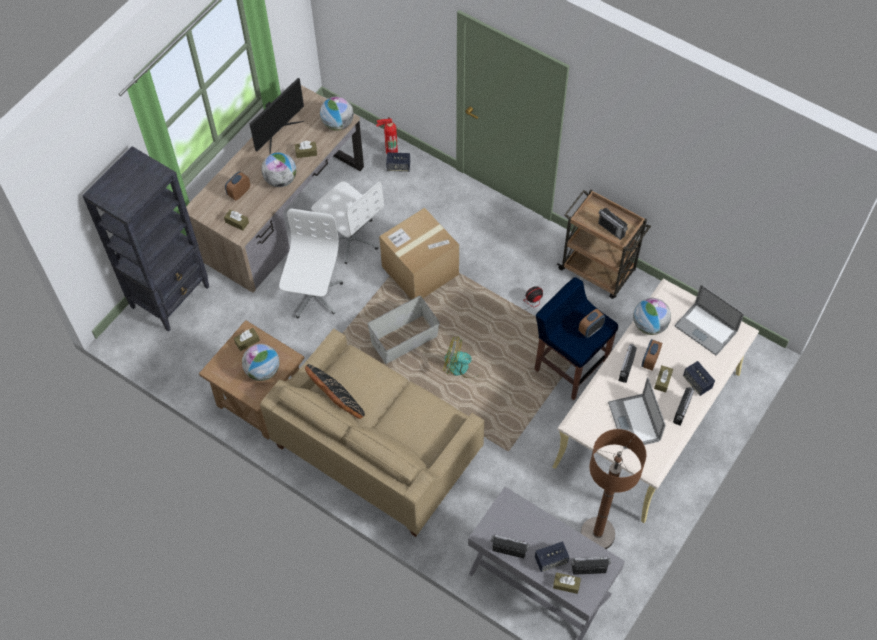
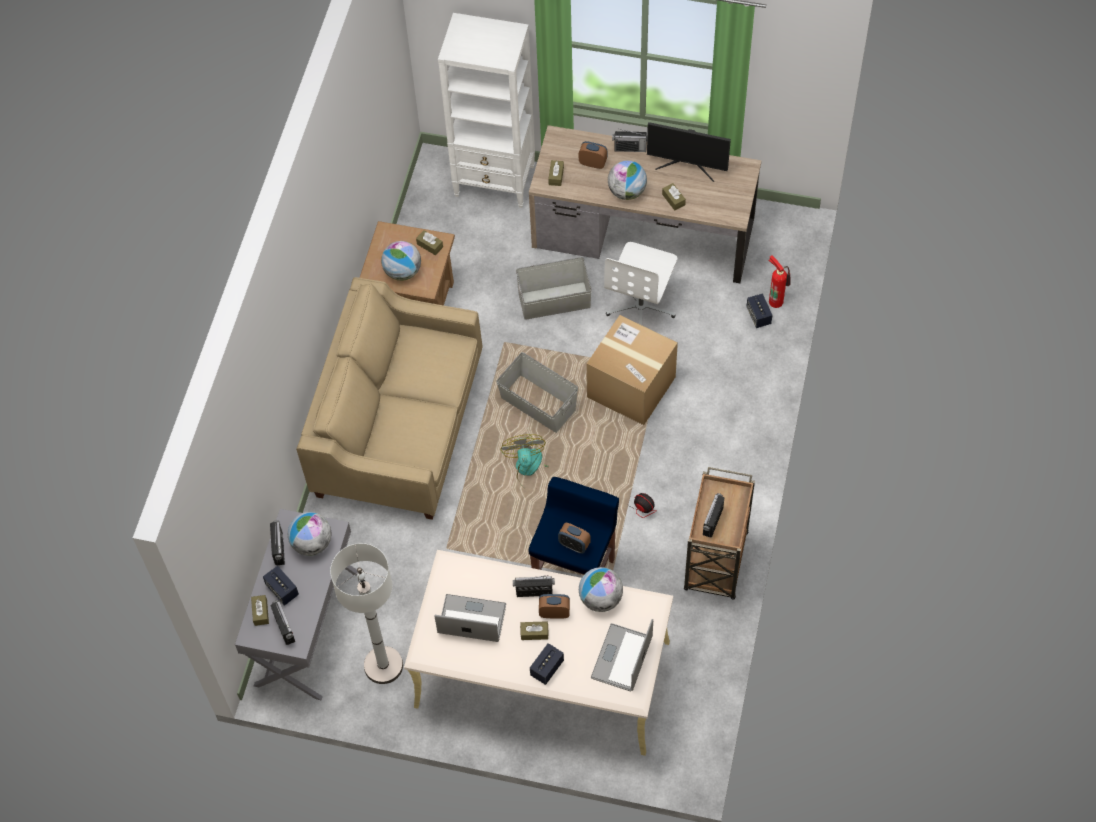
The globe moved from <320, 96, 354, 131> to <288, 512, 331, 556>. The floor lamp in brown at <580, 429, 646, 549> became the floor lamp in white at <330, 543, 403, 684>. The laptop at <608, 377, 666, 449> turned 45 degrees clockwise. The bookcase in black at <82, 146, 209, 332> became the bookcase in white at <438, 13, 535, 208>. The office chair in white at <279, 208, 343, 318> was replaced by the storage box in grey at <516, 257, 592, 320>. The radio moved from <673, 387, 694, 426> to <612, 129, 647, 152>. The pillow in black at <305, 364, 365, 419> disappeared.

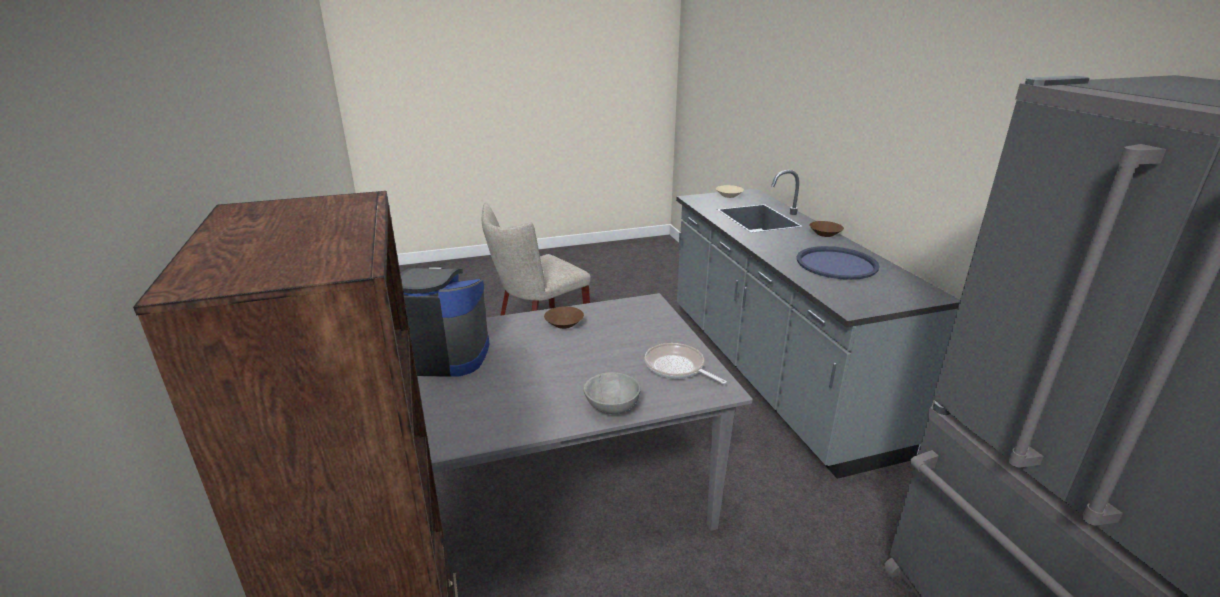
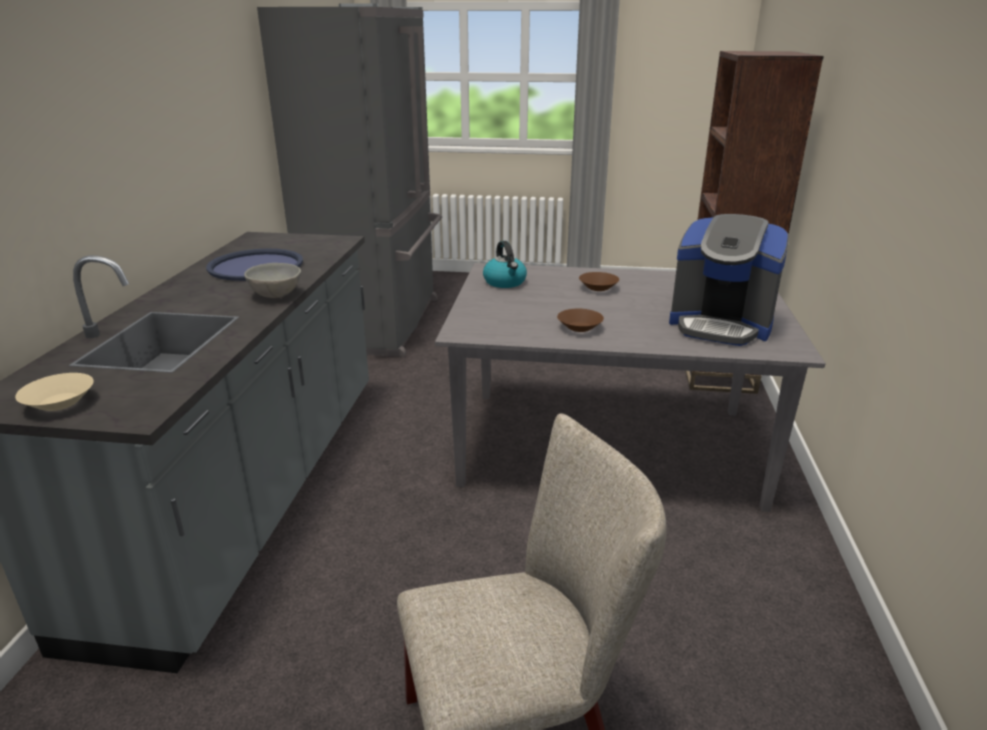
The bowl in grey moved from <584, 372, 641, 414> to <244, 263, 301, 298>. The frying pan at <645, 343, 727, 384> was replaced by the kettle at <483, 241, 527, 288>. The bowl in brown moved from <809, 221, 844, 237> to <579, 272, 619, 291>.

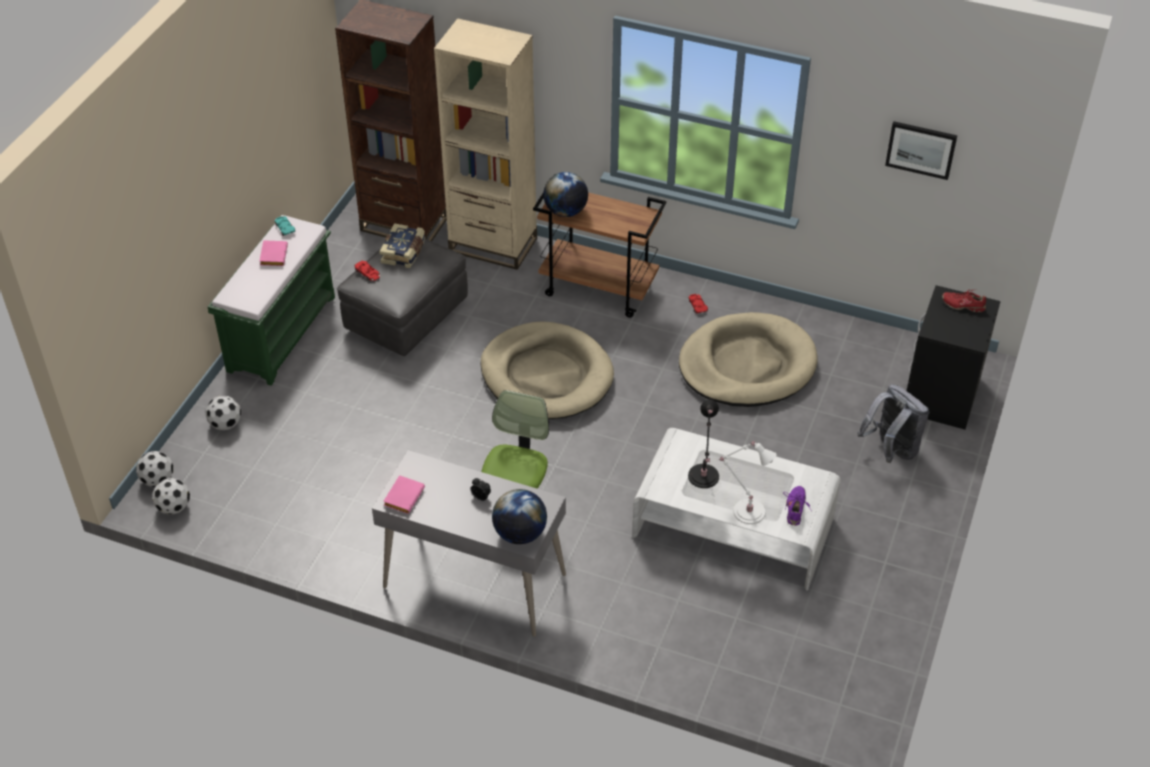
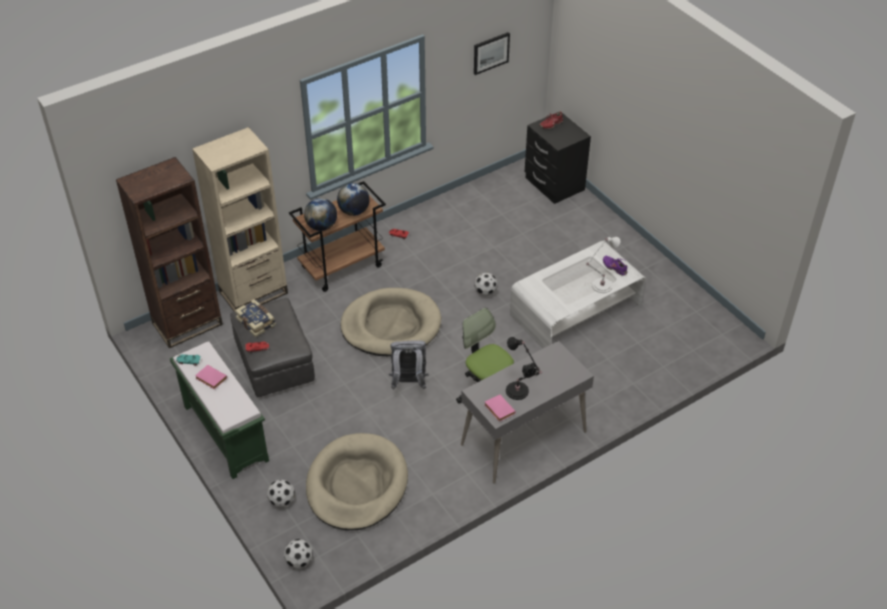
The dog bed in beige moved from <679, 312, 817, 407> to <306, 433, 408, 530>. The globe moved from <492, 489, 547, 544> to <337, 183, 370, 216>. The backpack in grey moved from <857, 384, 929, 463> to <388, 340, 429, 389>. The football moved from <152, 478, 190, 515> to <475, 273, 498, 296>. The table lamp in black moved from <688, 399, 719, 488> to <506, 337, 543, 400>.

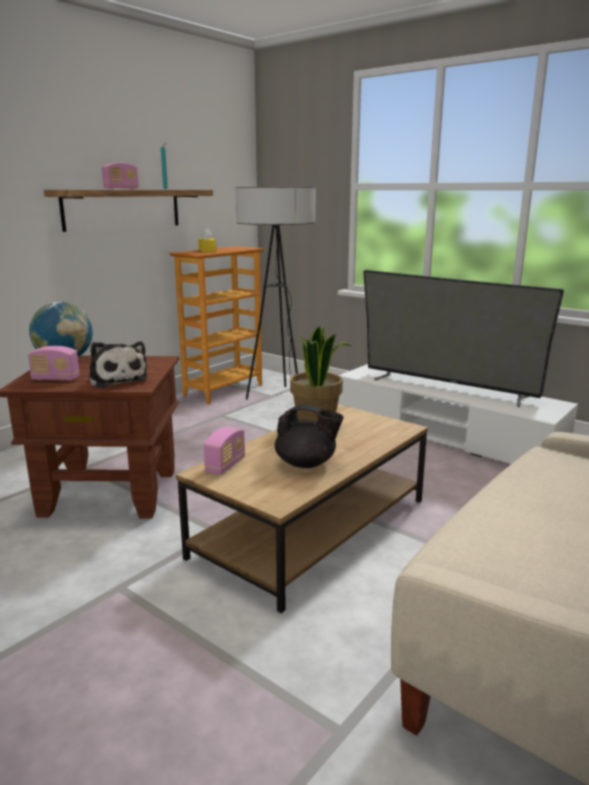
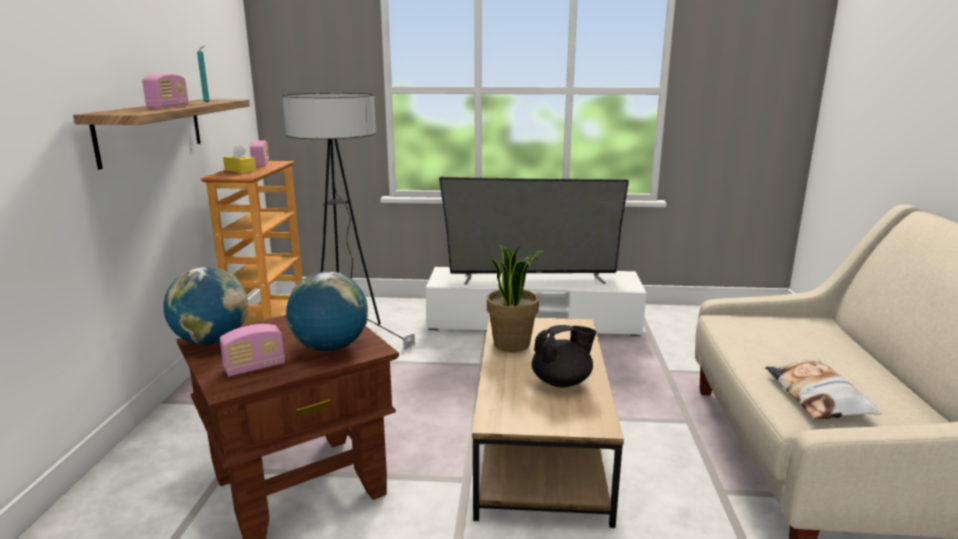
The radio moved from <204, 427, 245, 475> to <250, 140, 269, 167>. The plush toy at <89, 341, 148, 388> was replaced by the globe at <286, 271, 368, 351>. The pillow at <765, 360, 882, 420> appeared.

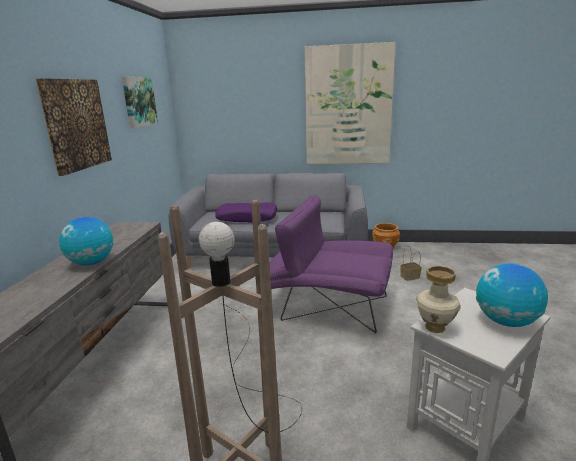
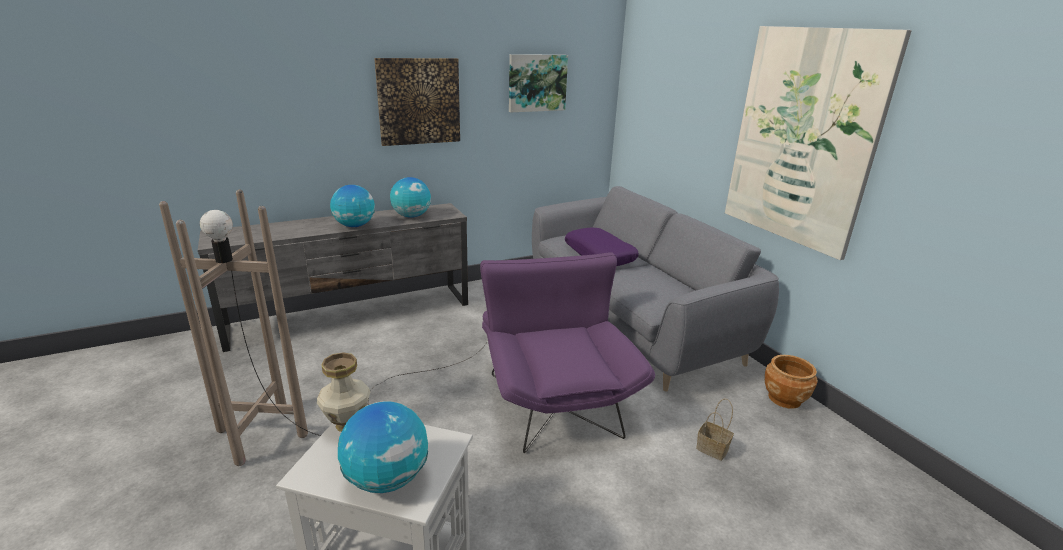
The globe at <390, 177, 431, 218> appeared.

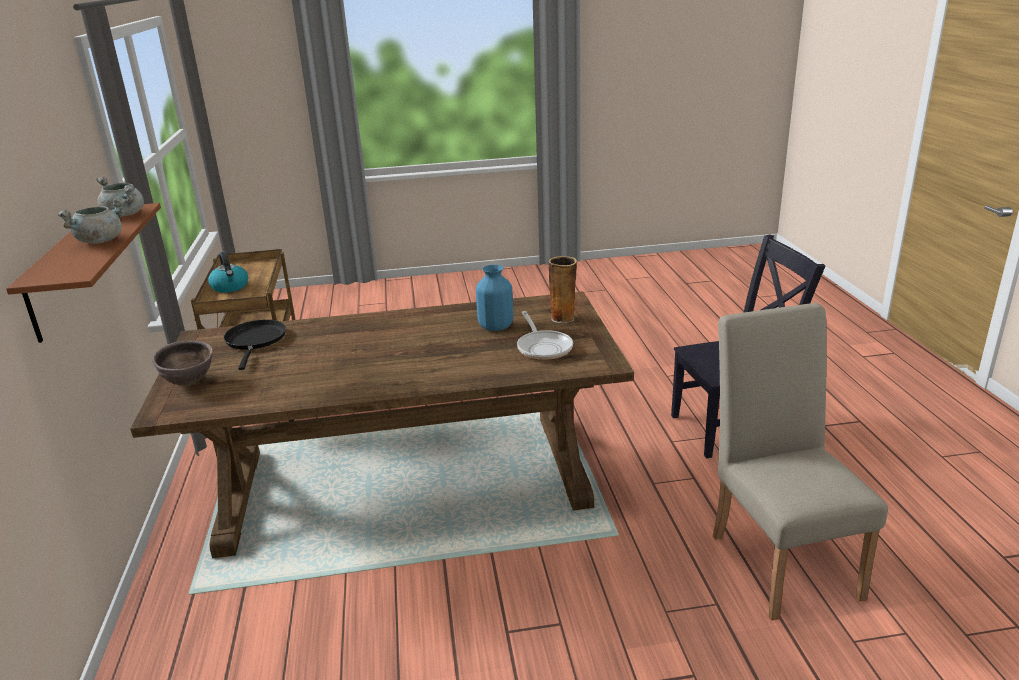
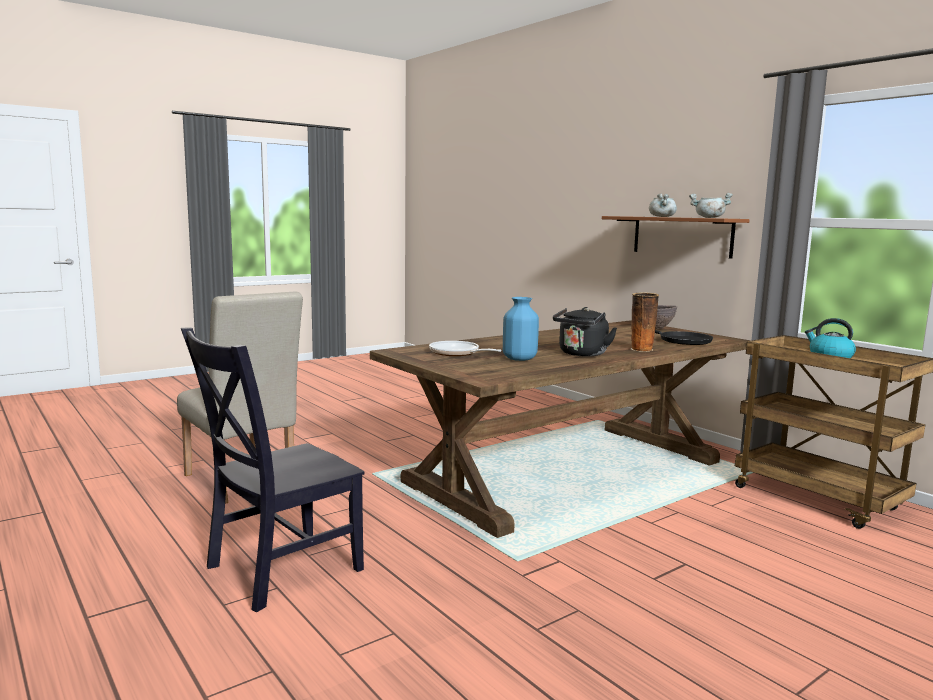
The kettle in black at <553, 307, 617, 357> appeared. The vase moved from <549, 256, 577, 323> to <631, 292, 659, 352>.

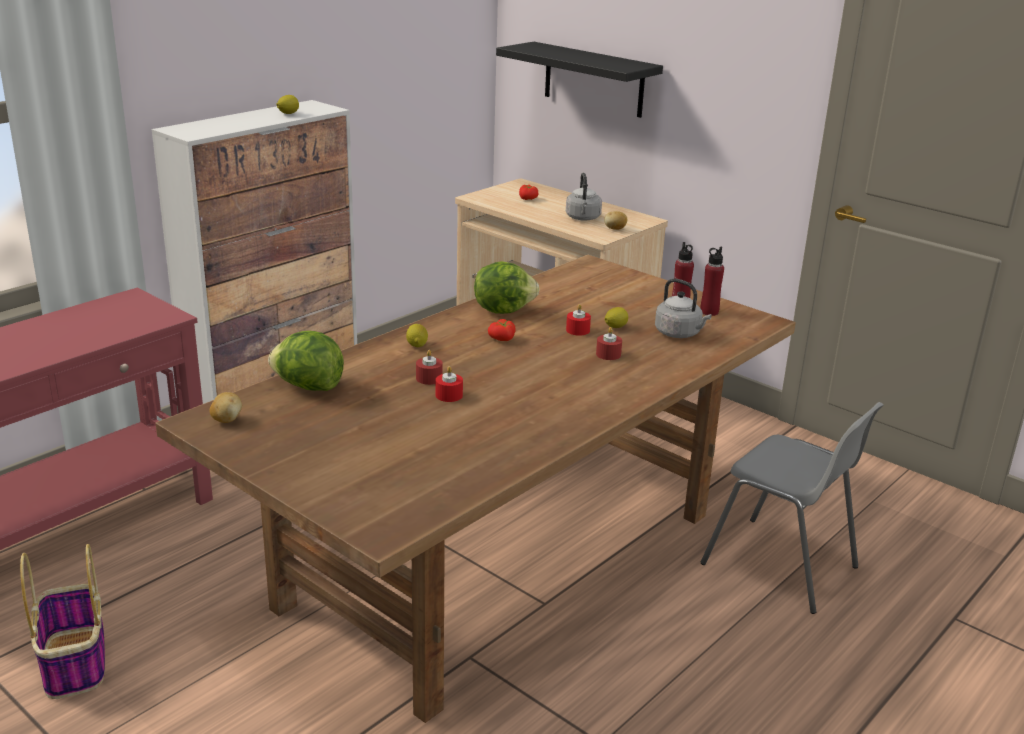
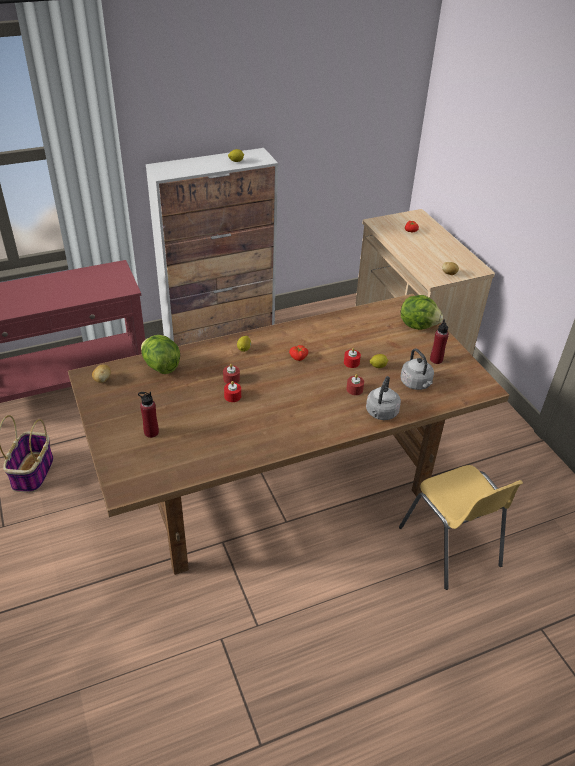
The bottle in red moved from <700, 247, 724, 316> to <138, 392, 159, 438>. The kettle in grey moved from <566, 173, 602, 221> to <366, 376, 401, 420>. The chair in grey at <701, 402, 884, 614> became the chair in yellow at <399, 465, 523, 590>. The lettuce moved from <474, 261, 540, 314> to <401, 295, 443, 330>. The shelf in black at <496, 42, 663, 118> disappeared.

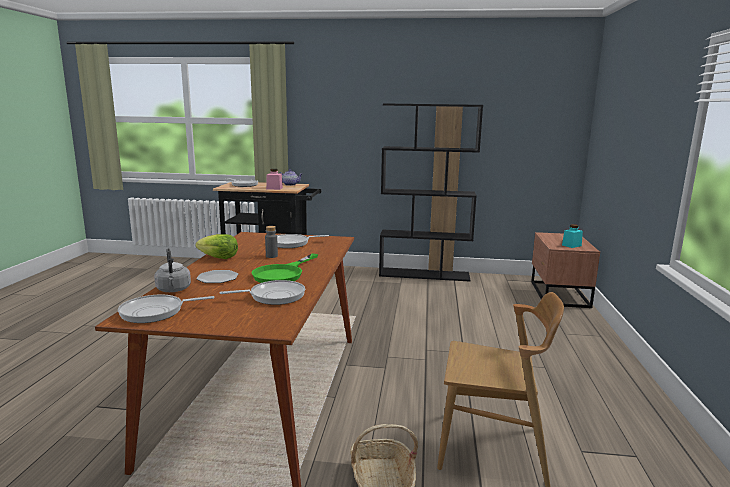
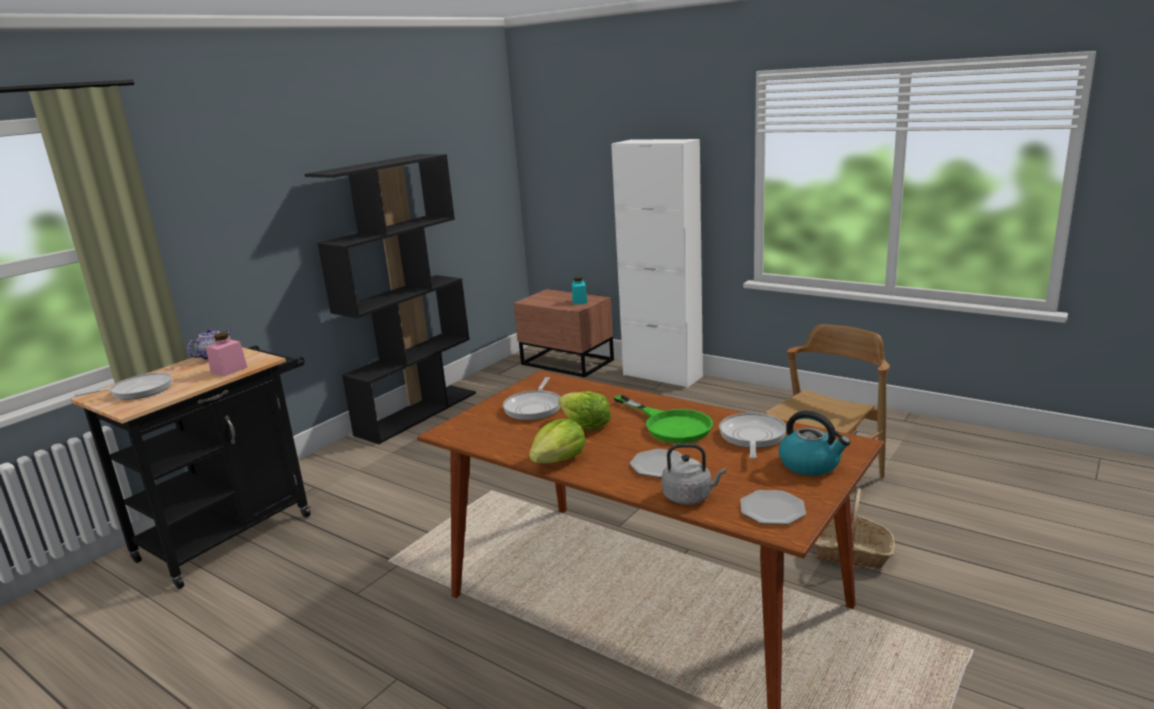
The bottle in grey at <265, 226, 278, 258> was replaced by the lettuce at <558, 391, 611, 430>. The cabinet in white at <611, 139, 703, 388> appeared. The frying pan at <118, 295, 215, 323> was replaced by the plate at <740, 490, 806, 525>. The kettle at <779, 411, 850, 476> appeared.

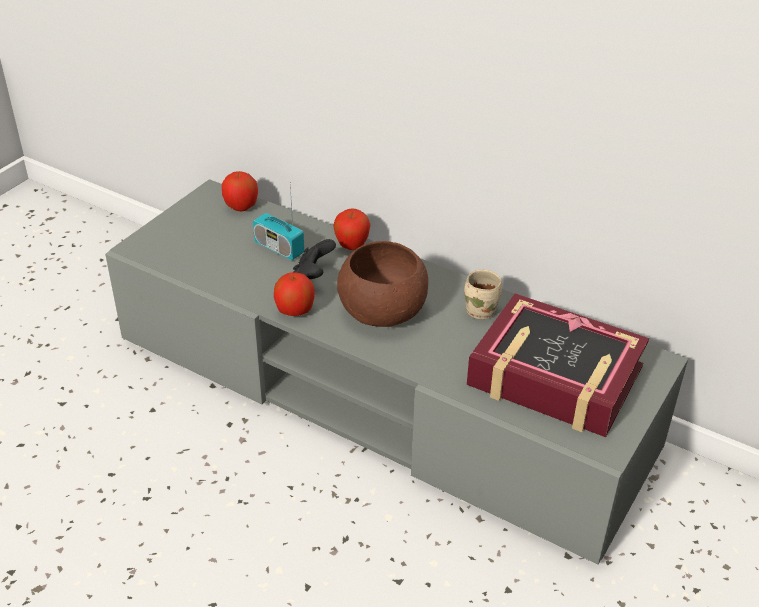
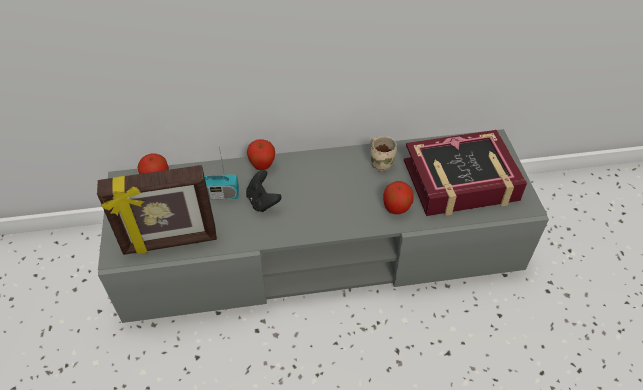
The picture frame at <97, 165, 217, 255> appeared. The apple moved from <274, 272, 315, 316> to <383, 181, 414, 214>. The bowl in brown at <337, 241, 428, 327> disappeared.

